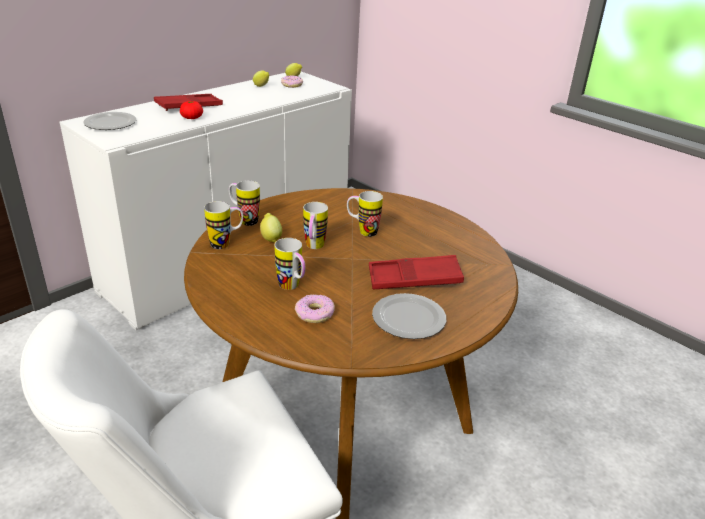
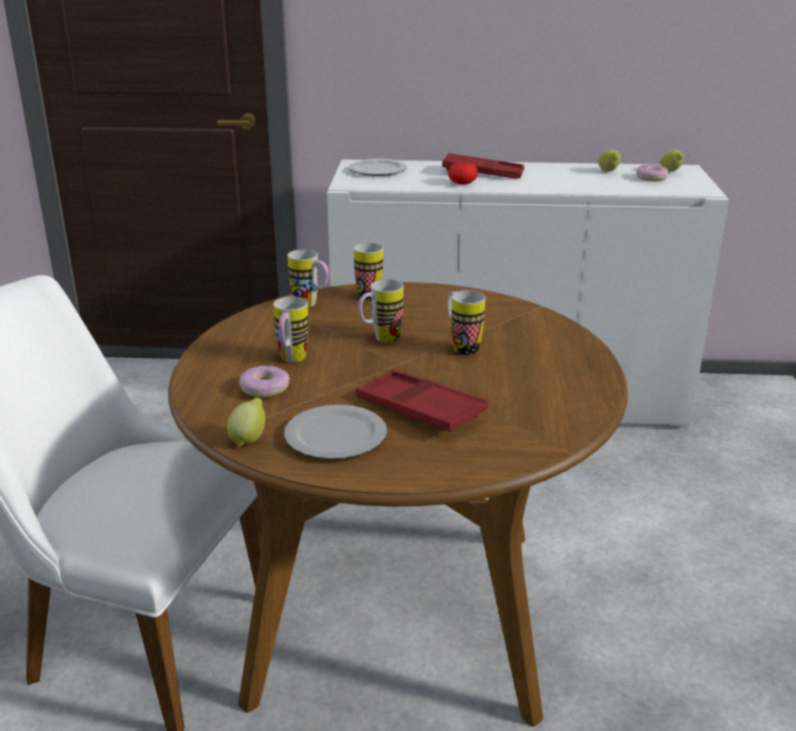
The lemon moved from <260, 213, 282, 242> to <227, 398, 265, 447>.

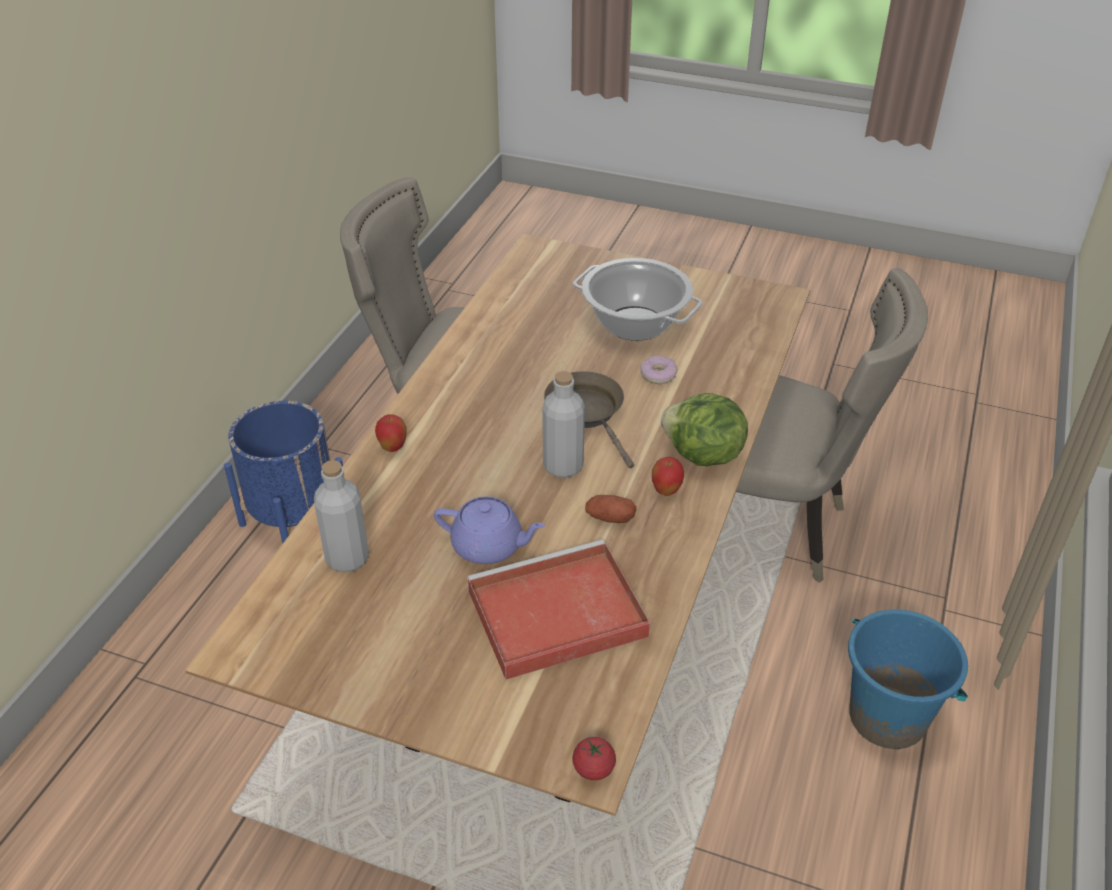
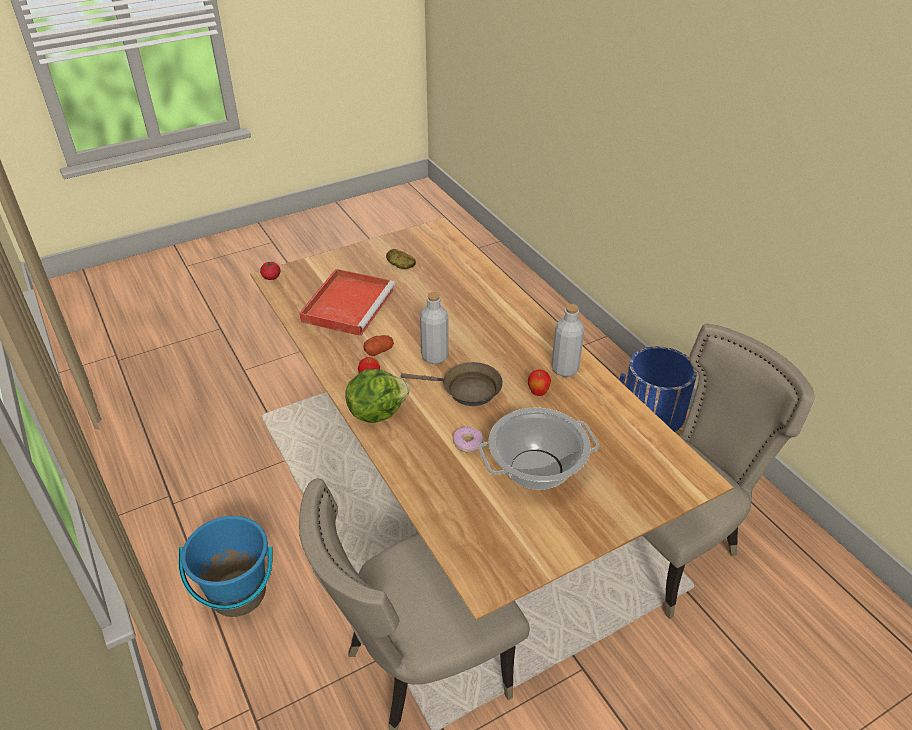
The potato at <386, 249, 416, 269> appeared. The apple moved from <375, 414, 407, 452> to <528, 370, 551, 396>. The bottle in grey moved from <314, 460, 369, 572> to <551, 304, 584, 377>. The teapot in purple at <434, 497, 545, 564> disappeared.

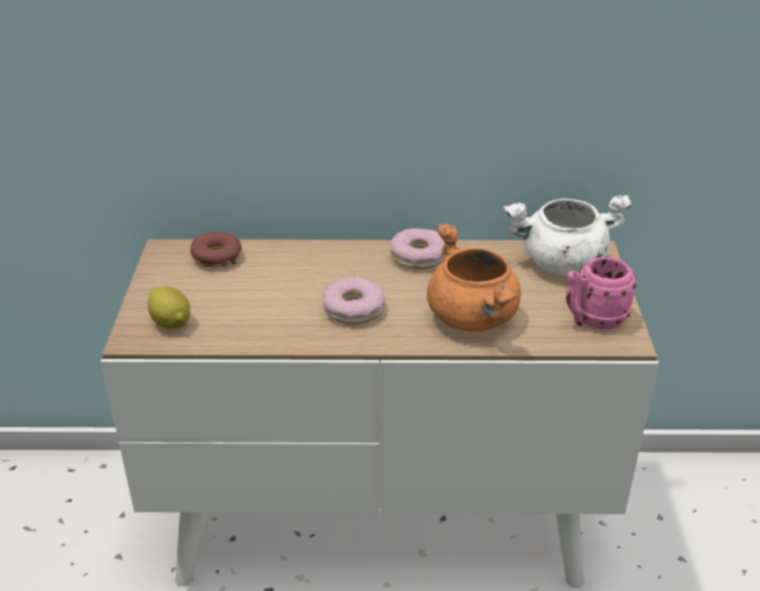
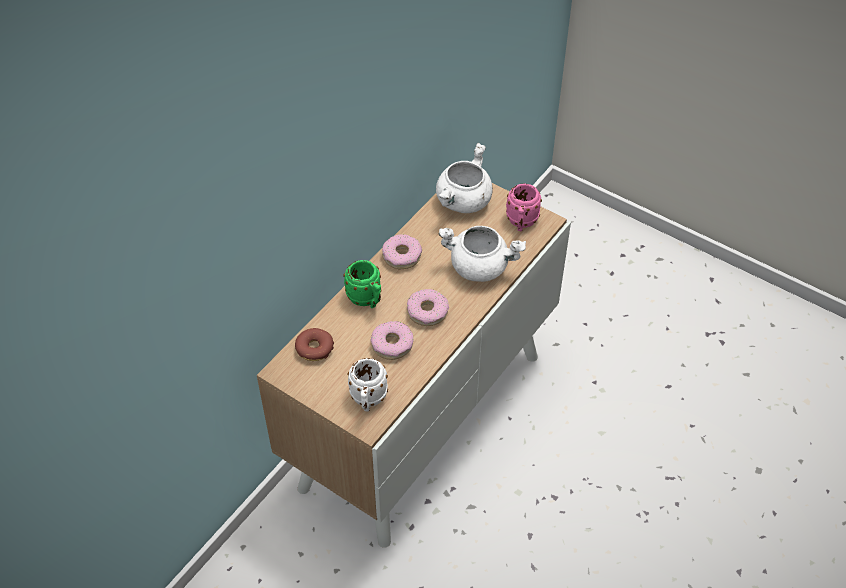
The mug in green at <343, 260, 381, 308> appeared. The lemon at <148, 287, 191, 329> was replaced by the mug in white at <347, 358, 388, 411>. The donut at <371, 321, 413, 360> appeared. The cooking pot in orange at <427, 224, 521, 331> became the cooking pot in white at <439, 226, 526, 282>.

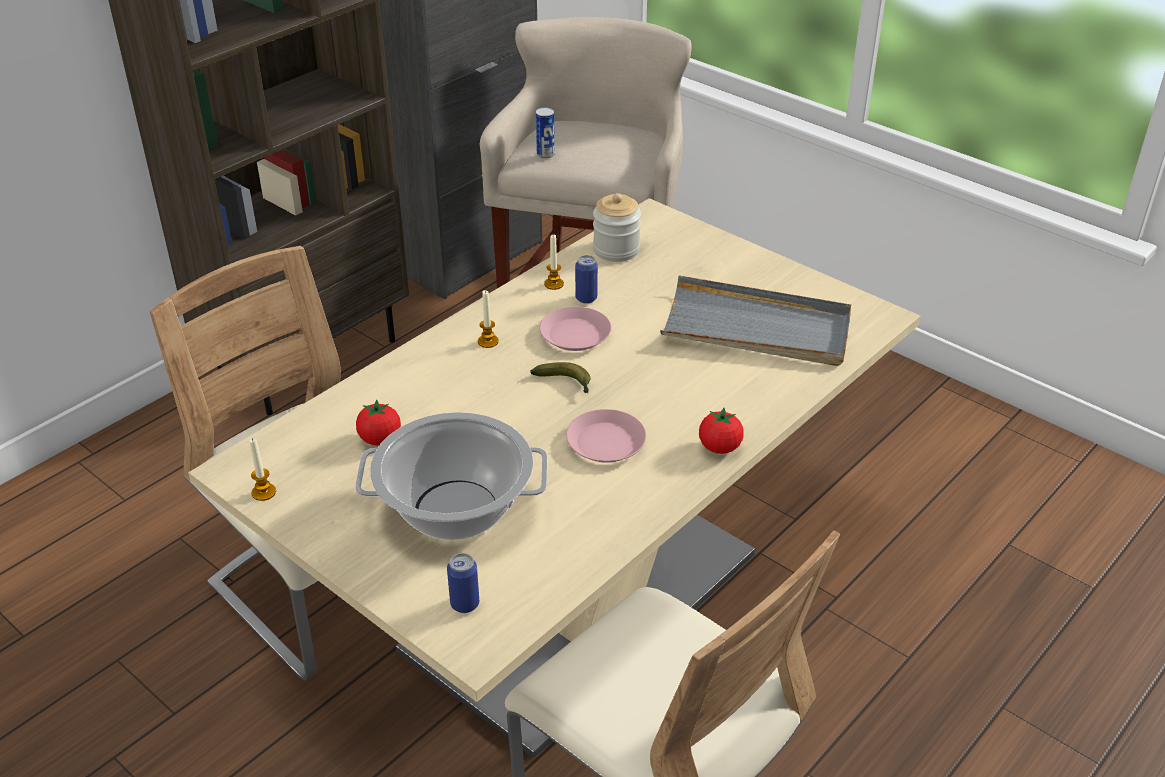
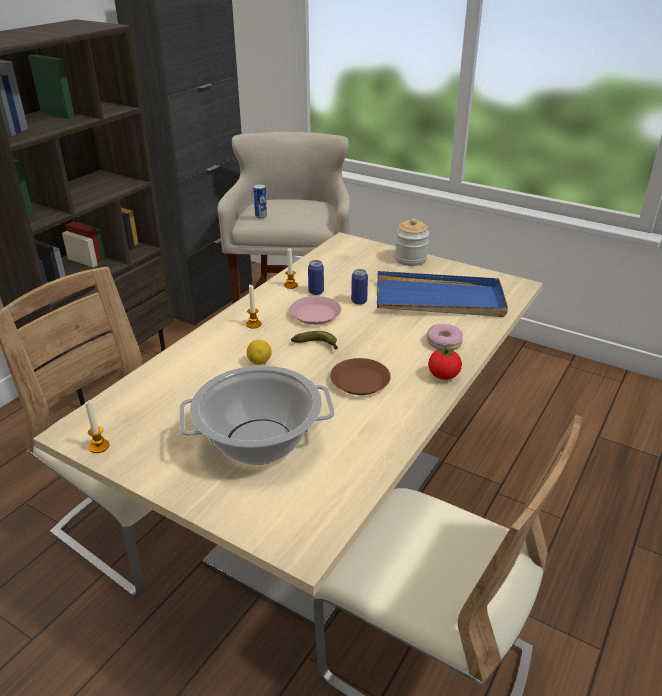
The lemon at <247, 340, 272, 365> appeared. The plate in pink at <566, 409, 646, 463> became the plate in brown at <330, 358, 391, 395>. The can moved from <447, 553, 479, 613> to <351, 269, 368, 305>. The tray in grey at <660, 275, 851, 366> became the tray in blue at <377, 271, 508, 317>. The jar moved from <593, 193, 641, 262> to <395, 218, 429, 266>. The donut at <426, 324, 463, 350> appeared. The tomato at <356, 399, 401, 446> disappeared.

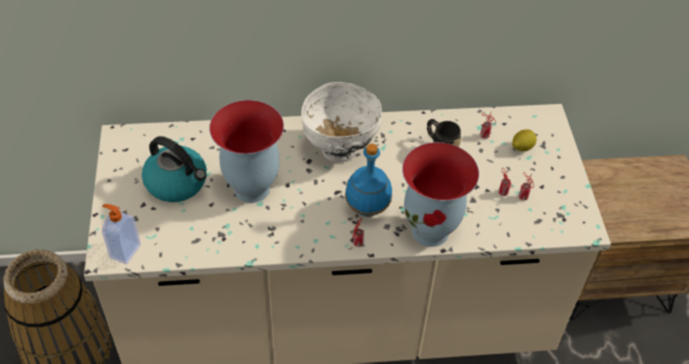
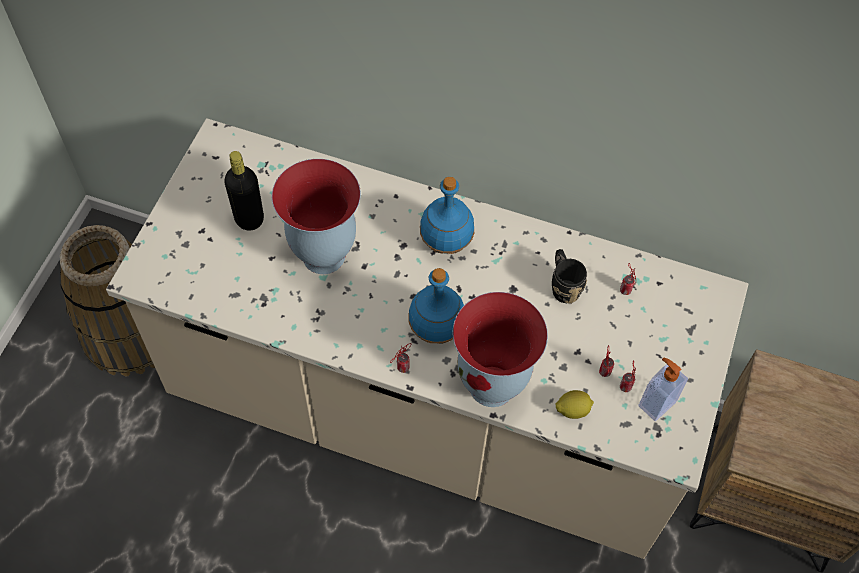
The kettle at <142, 136, 207, 202> was replaced by the bottle in black at <224, 151, 264, 230>. The bowl in white at <301, 82, 382, 162> was replaced by the bottle in blue at <420, 177, 474, 254>. The lemon moved from <512, 129, 537, 151> to <555, 390, 594, 419>. The soap dispenser moved from <102, 204, 141, 264> to <638, 357, 688, 421>.

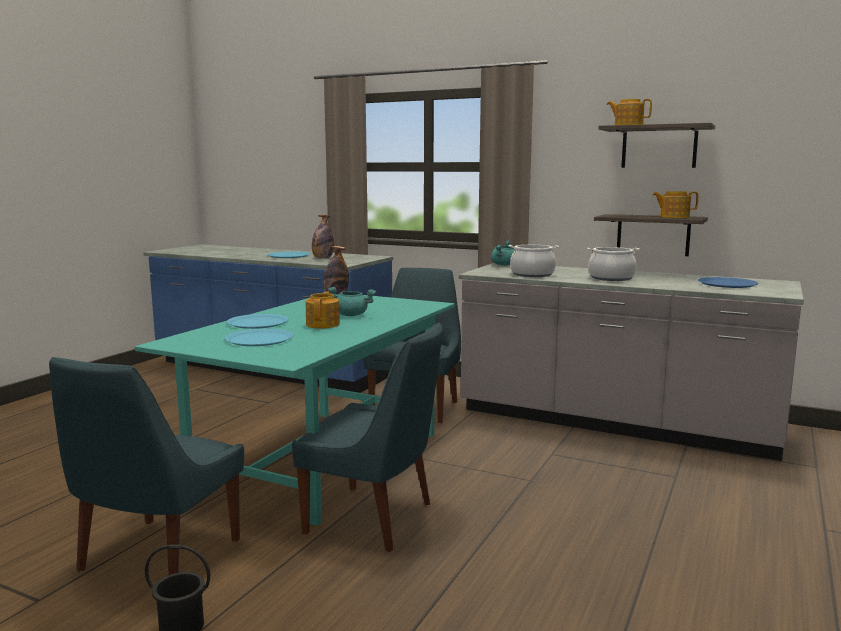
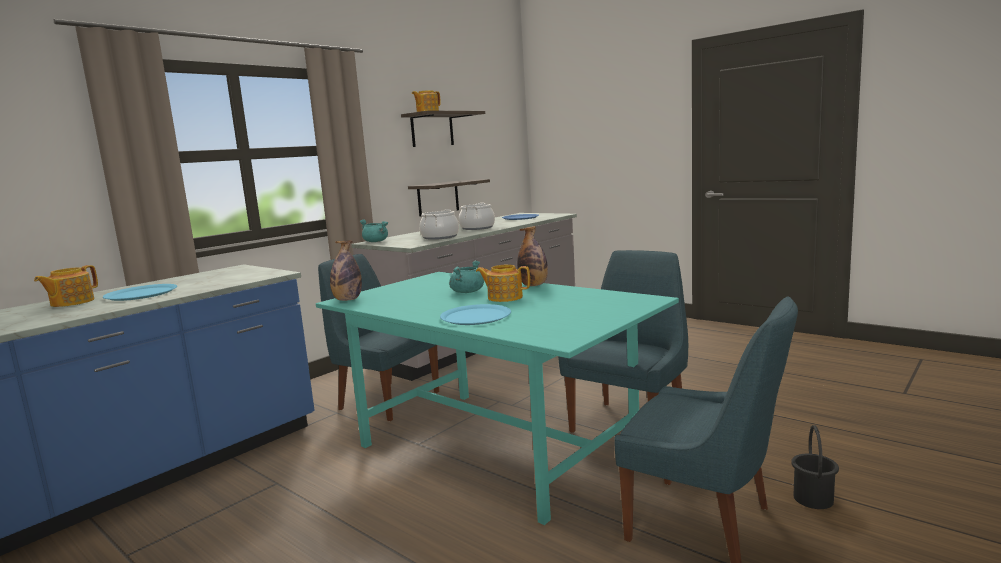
The teapot moved from <653, 191, 699, 218> to <34, 265, 98, 307>. The bottle moved from <312, 215, 334, 259> to <517, 226, 548, 286>. The plate in blue at <225, 329, 293, 346> disappeared.

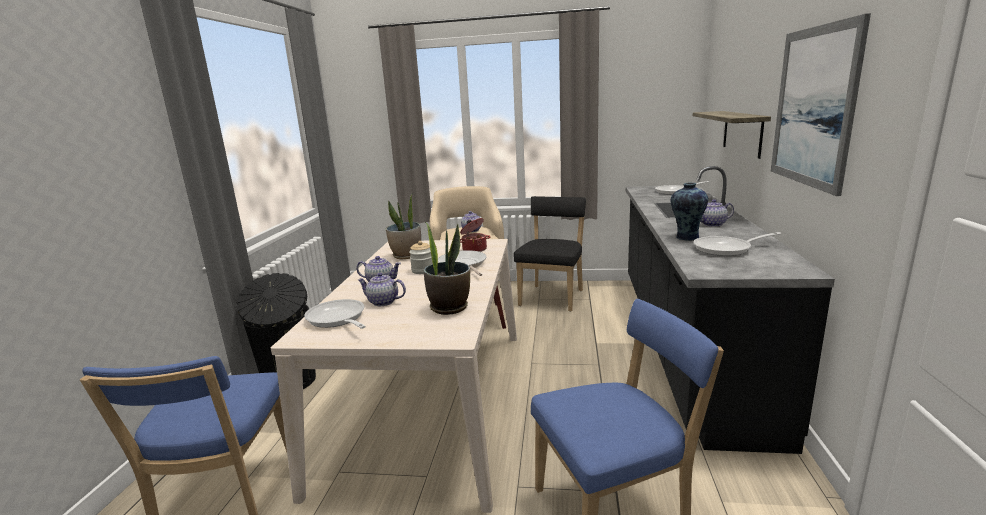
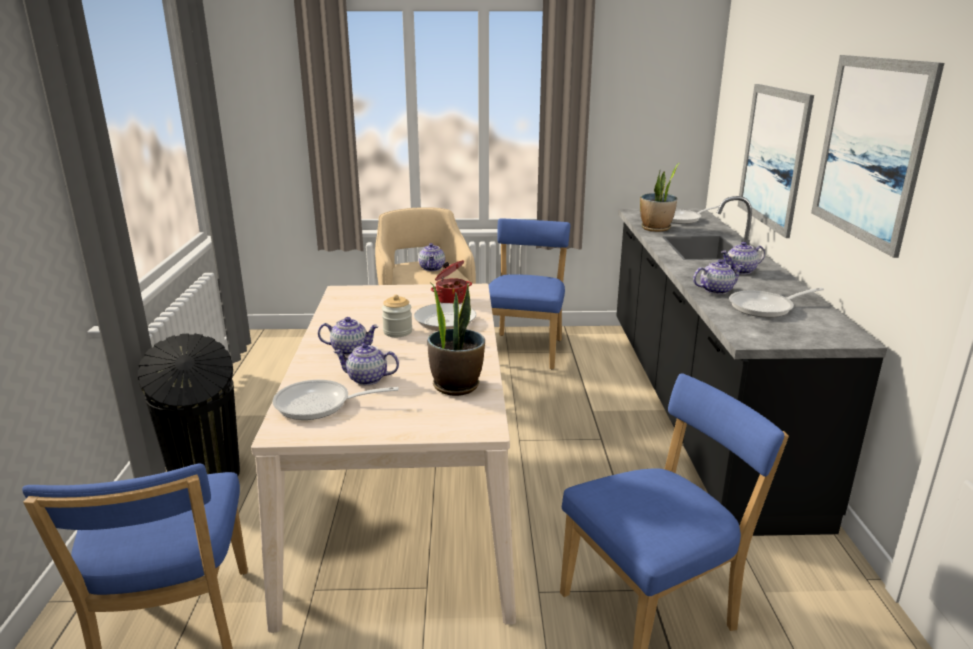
The frying pan at <304, 299, 366, 329> turned 45 degrees counterclockwise. The chair in black at <514, 196, 586, 312> became the chair in blue at <489, 219, 570, 369>. The potted plant moved from <386, 193, 421, 259> to <640, 163, 679, 232>. The vase at <671, 183, 708, 241> was replaced by the teapot at <693, 259, 744, 295>. The shelf at <693, 111, 771, 159> was replaced by the picture at <738, 84, 814, 238>.

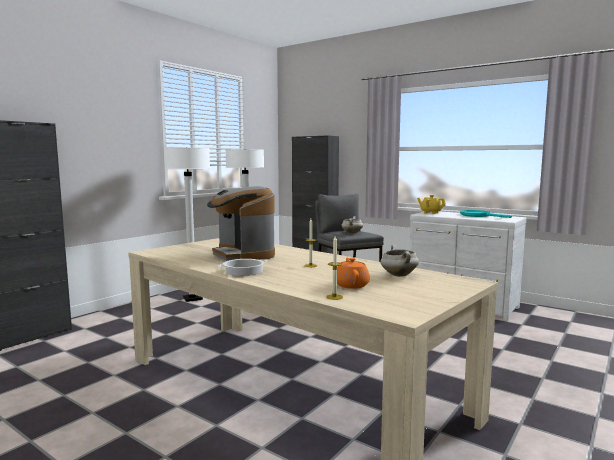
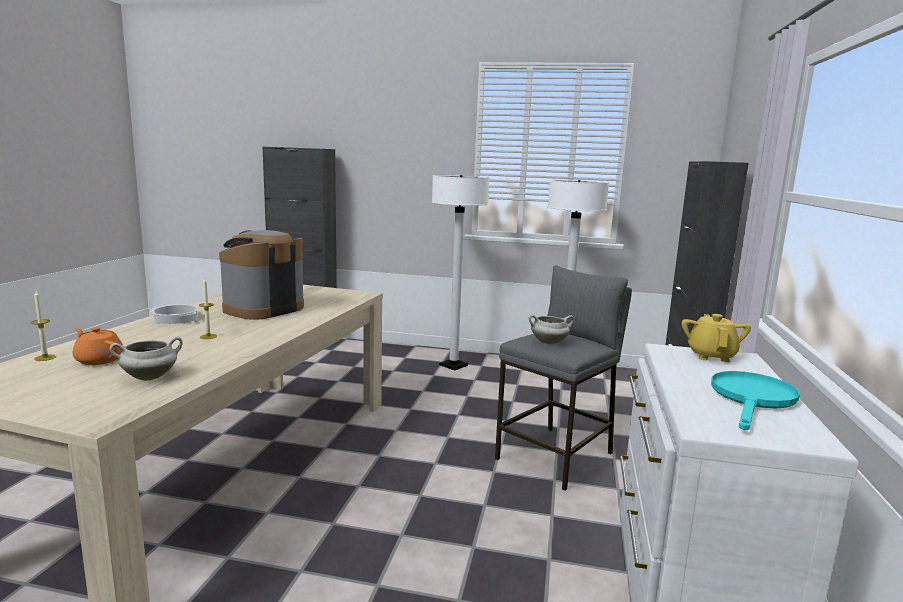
The teapot in orange at <337, 258, 370, 289> turned 120 degrees counterclockwise.

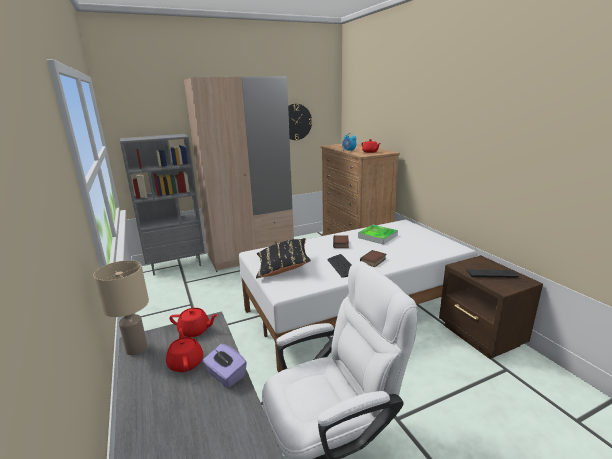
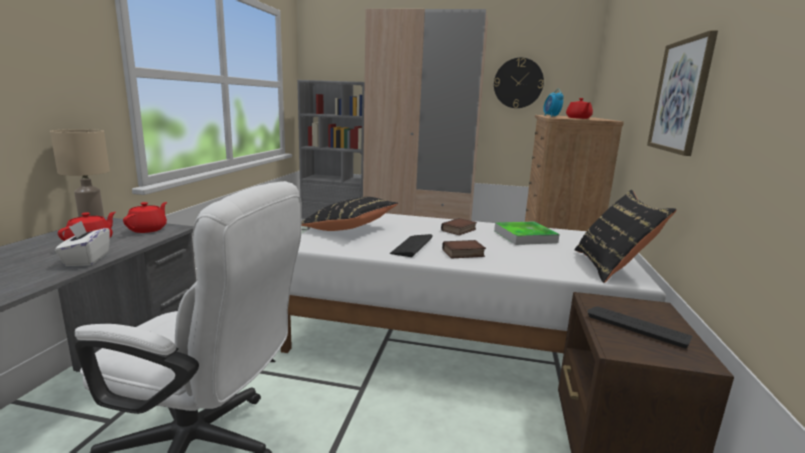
The tissue box in purple at <203, 344, 247, 388> became the tissue box in white at <55, 221, 110, 266>. The teapot in red at <169, 308, 218, 337> turned 120 degrees counterclockwise. The pillow in black at <575, 190, 677, 283> appeared. The picture at <647, 30, 718, 156> appeared.

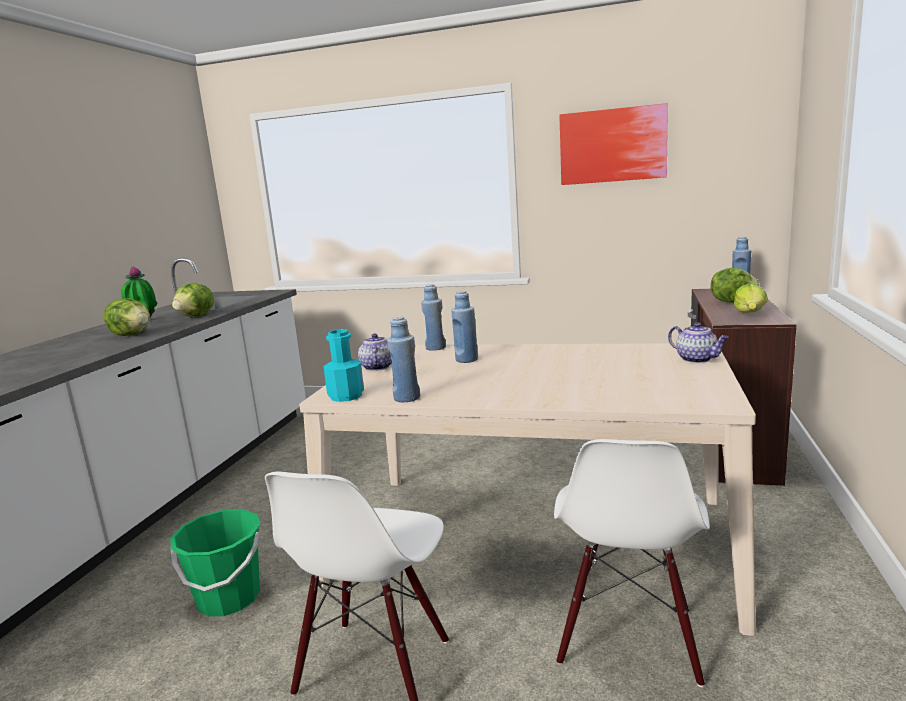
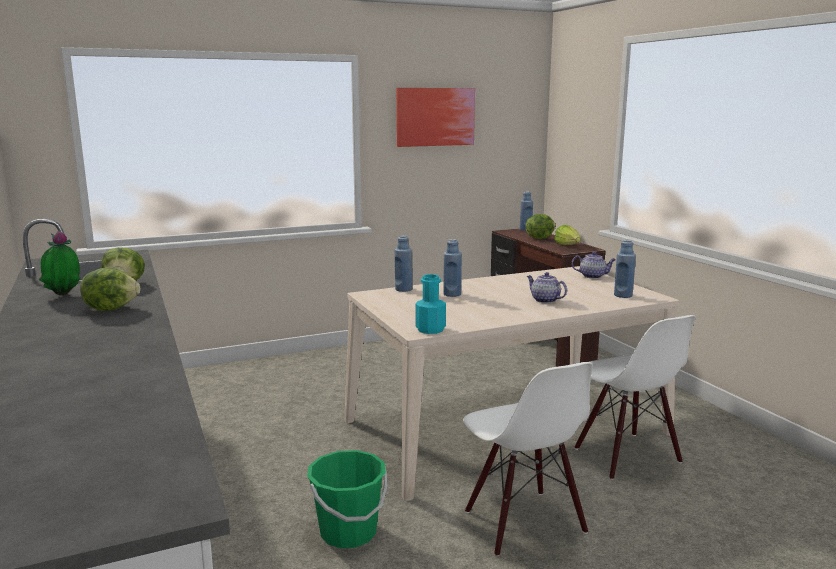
The teapot moved from <358, 334, 391, 371> to <527, 272, 567, 303>. The bottle in blue moved from <387, 317, 420, 402> to <614, 240, 636, 298>.

